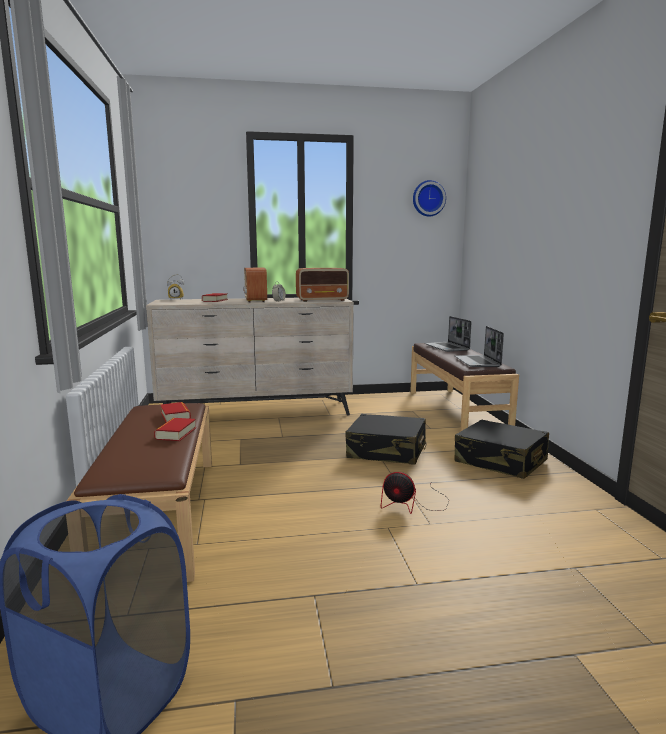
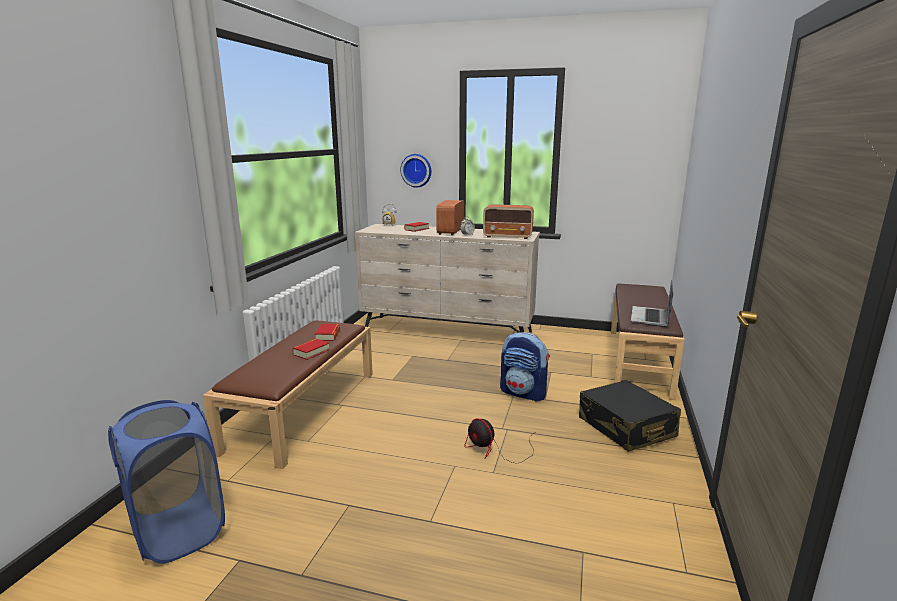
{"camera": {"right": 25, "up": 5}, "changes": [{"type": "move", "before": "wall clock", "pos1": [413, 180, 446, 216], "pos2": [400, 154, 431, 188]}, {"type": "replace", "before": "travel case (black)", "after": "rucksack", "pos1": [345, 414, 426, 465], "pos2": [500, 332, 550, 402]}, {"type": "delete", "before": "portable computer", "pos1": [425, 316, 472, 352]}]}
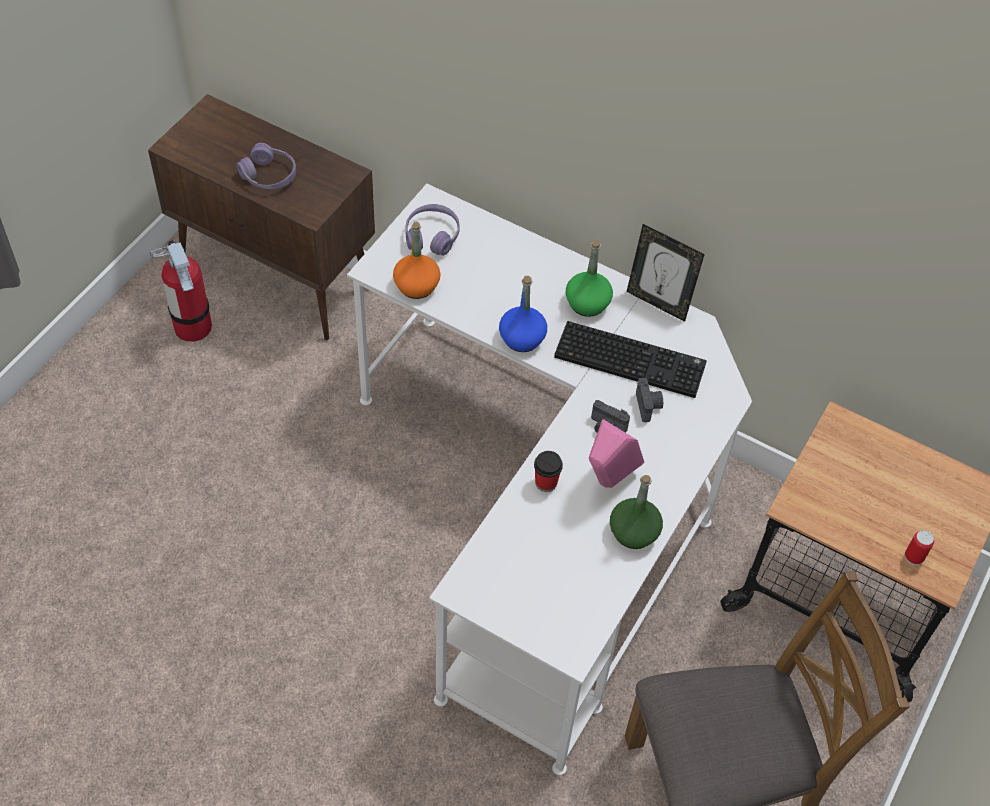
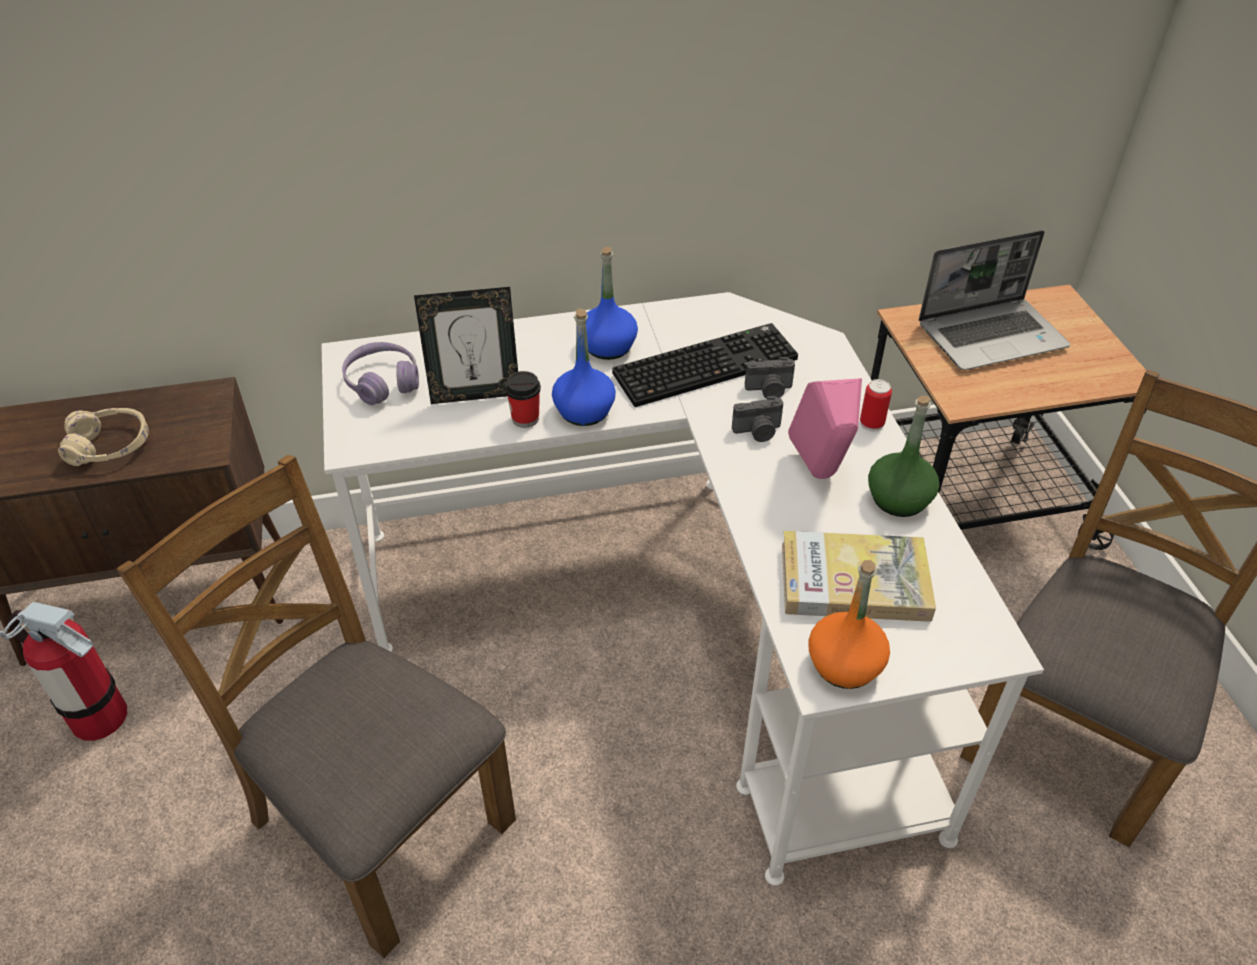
{"camera": {"right": -40, "up": -10}, "changes": [{"type": "recolor", "before": "pair of headphones (purple-coloured)", "after": "pair of headphones (beige)", "pos1": [236, 143, 296, 189], "pos2": [58, 408, 149, 466]}, {"type": "insert", "after": "upright chair (brown-coloured)", "pos2": [117, 455, 516, 958]}, {"type": "move", "before": "picture frame", "pos1": [626, 224, 705, 322], "pos2": [414, 287, 518, 404]}, {"type": "move", "before": "drinking cup", "pos1": [534, 451, 563, 492], "pos2": [505, 371, 541, 428]}, {"type": "recolor", "before": "bottle (green)", "after": "bottle (blue)", "pos1": [566, 240, 613, 317], "pos2": [586, 247, 638, 360]}, {"type": "rotate", "before": "still camera", "pos1": [636, 378, 663, 422], "pos2": [745, 357, 795, 398], "turn": 135}, {"type": "insert", "after": "bound book", "pos2": [782, 531, 936, 622]}, {"type": "move", "before": "bottle (orange)", "pos1": [393, 222, 440, 299], "pos2": [808, 560, 890, 689]}, {"type": "move", "before": "metal can", "pos1": [905, 530, 934, 565], "pos2": [860, 379, 892, 431]}, {"type": "insert", "after": "portable computer", "pos2": [919, 230, 1070, 370]}]}
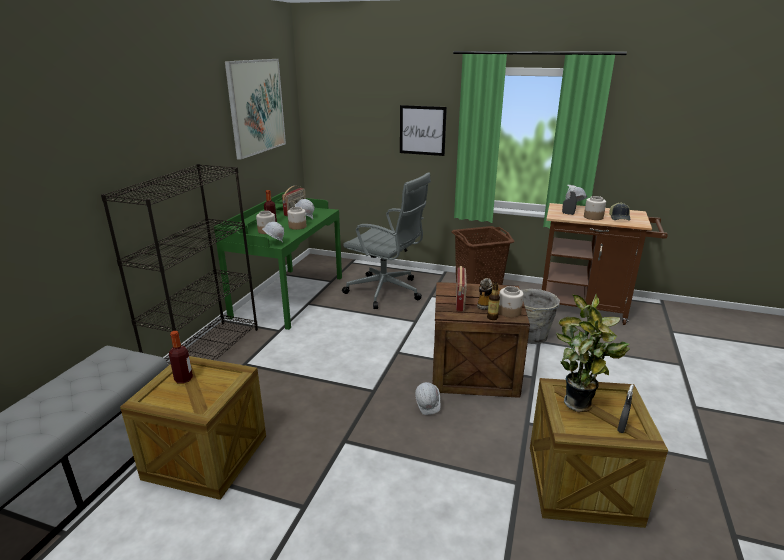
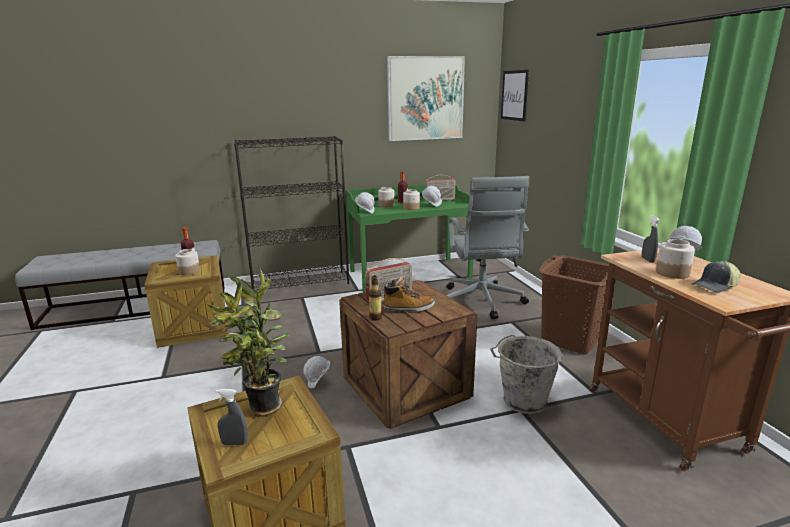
{"camera": {"right": 55, "up": -5}, "changes": [{"type": "move", "before": "jar", "pos1": [498, 286, 524, 318], "pos2": [175, 249, 200, 275]}, {"type": "move", "before": "wall art", "pos1": [400, 105, 447, 156], "pos2": [501, 70, 529, 121]}]}
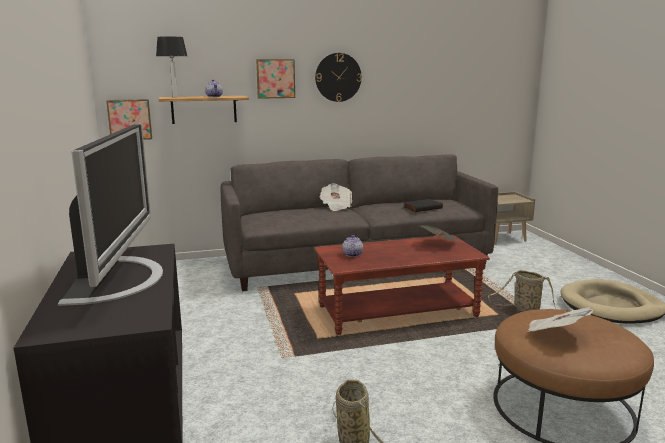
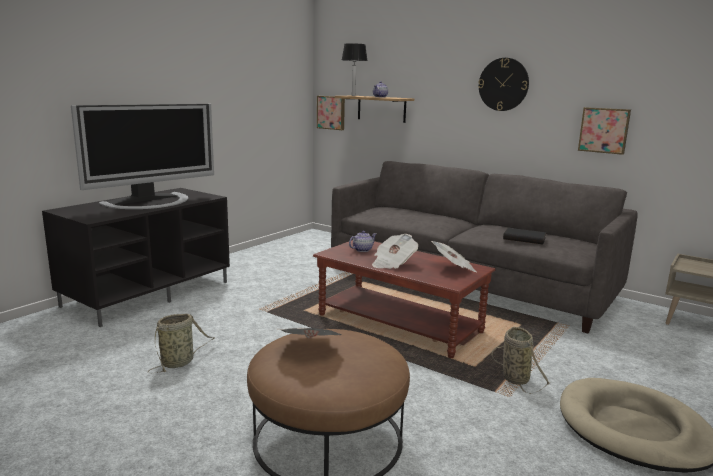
{"camera": {"right": 50, "up": 0}, "changes": [{"type": "move", "before": "newspaper", "pos1": [320, 184, 352, 211], "pos2": [372, 234, 418, 269]}, {"type": "move", "before": "wall art", "pos1": [256, 59, 295, 99], "pos2": [578, 107, 631, 155]}]}
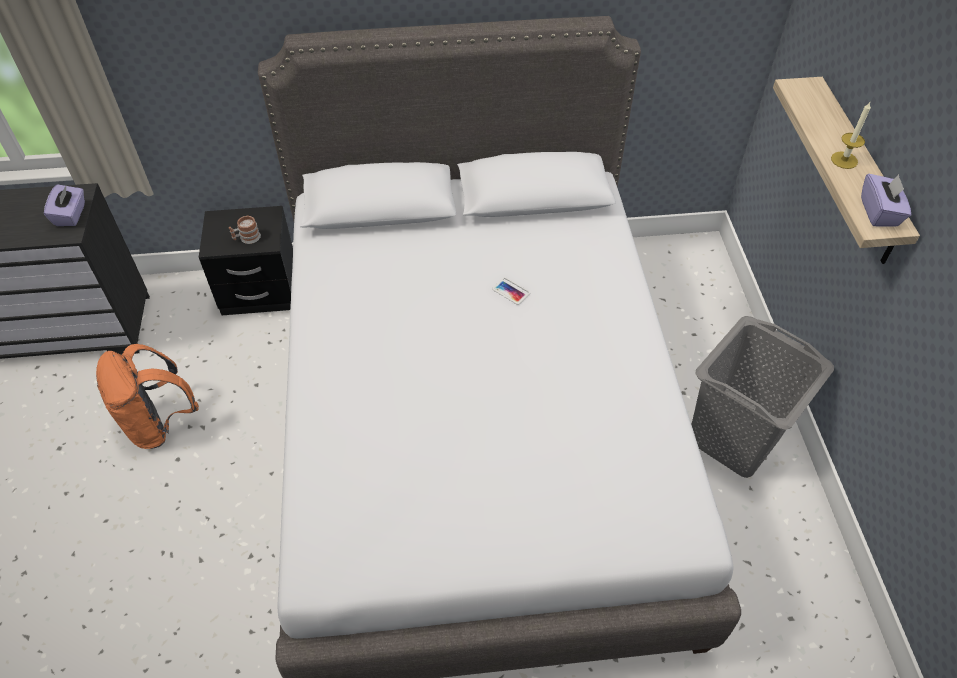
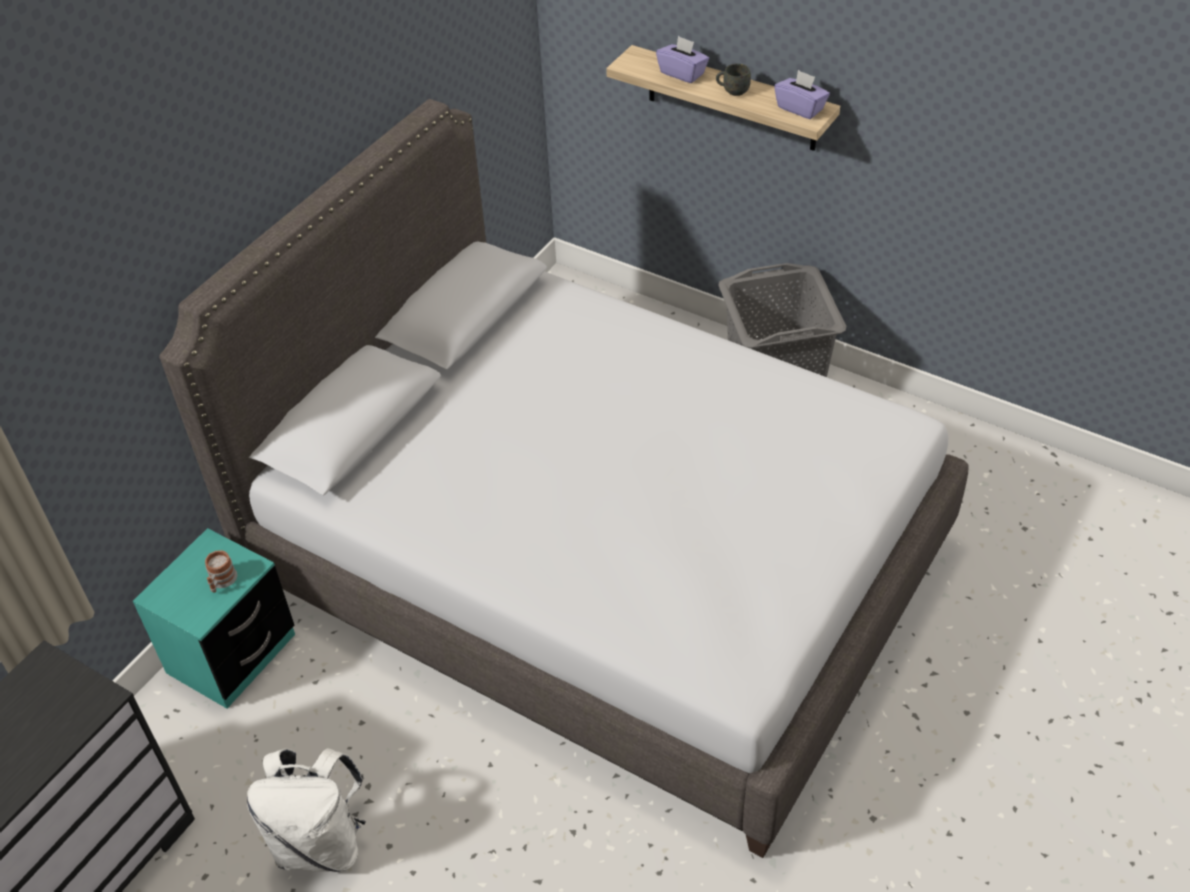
{"camera": {"right": -50, "up": -5}, "changes": [{"type": "recolor", "before": "night table (black)", "after": "night table (turquoise-coloured)", "pos1": [199, 206, 293, 315], "pos2": [133, 528, 295, 708]}, {"type": "recolor", "before": "rucksack (orange)", "after": "rucksack (white-coloured)", "pos1": [96, 344, 199, 449], "pos2": [247, 748, 366, 872]}, {"type": "move", "before": "box of tissues (purple-coloured)", "pos1": [44, 184, 85, 226], "pos2": [656, 36, 709, 83]}, {"type": "replace", "before": "wax light", "after": "mug (greyish)", "pos1": [831, 102, 871, 169], "pos2": [716, 63, 751, 96]}, {"type": "delete", "before": "telephone", "pos1": [492, 277, 530, 305]}]}
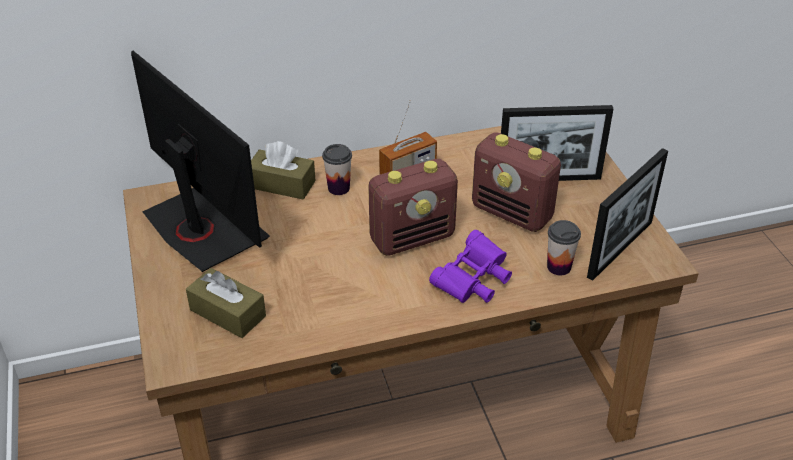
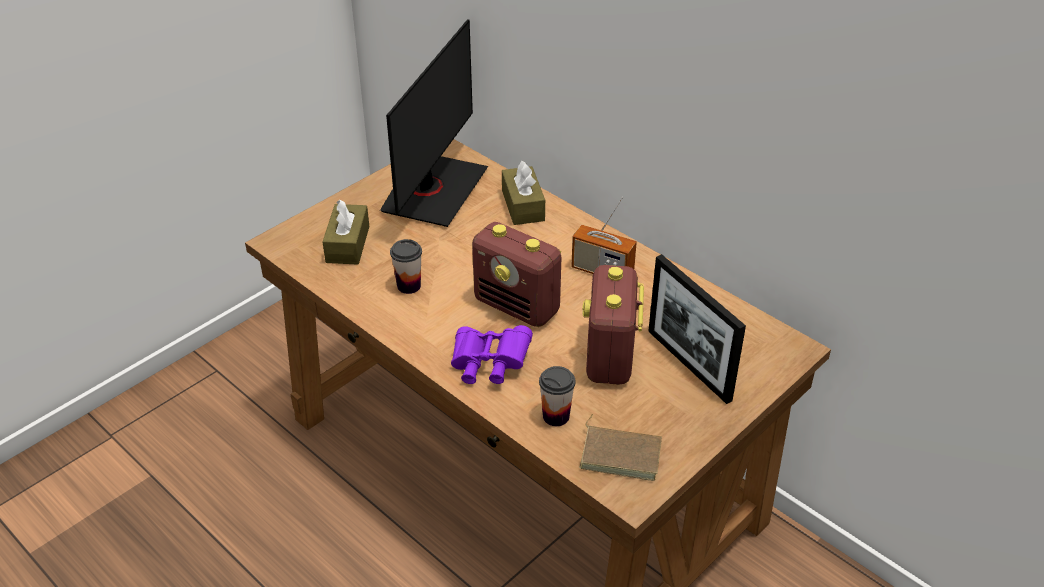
{"camera": {"right": 60, "up": 0}, "changes": [{"type": "move", "before": "drinking cup", "pos1": [322, 144, 352, 195], "pos2": [390, 239, 422, 294]}, {"type": "replace", "before": "picture frame", "after": "bound book (brown-coloured)", "pos1": [587, 148, 668, 281], "pos2": [579, 414, 662, 481]}]}
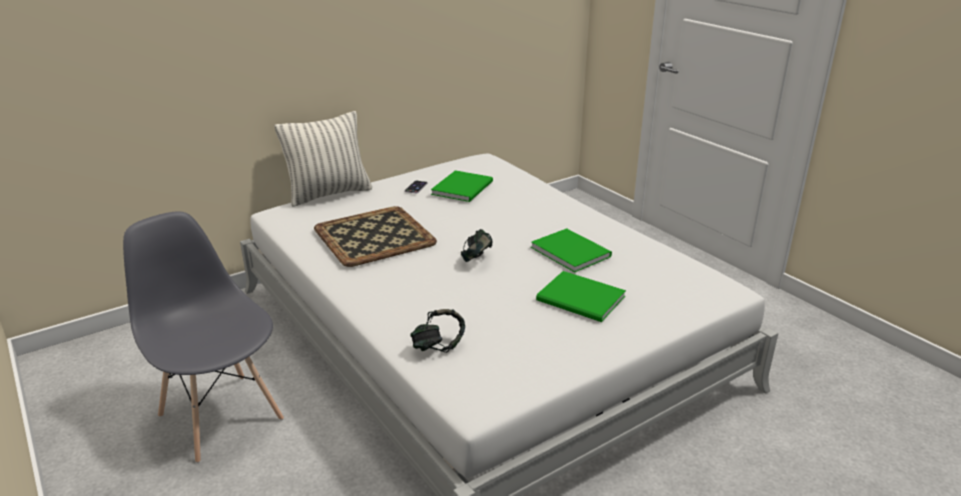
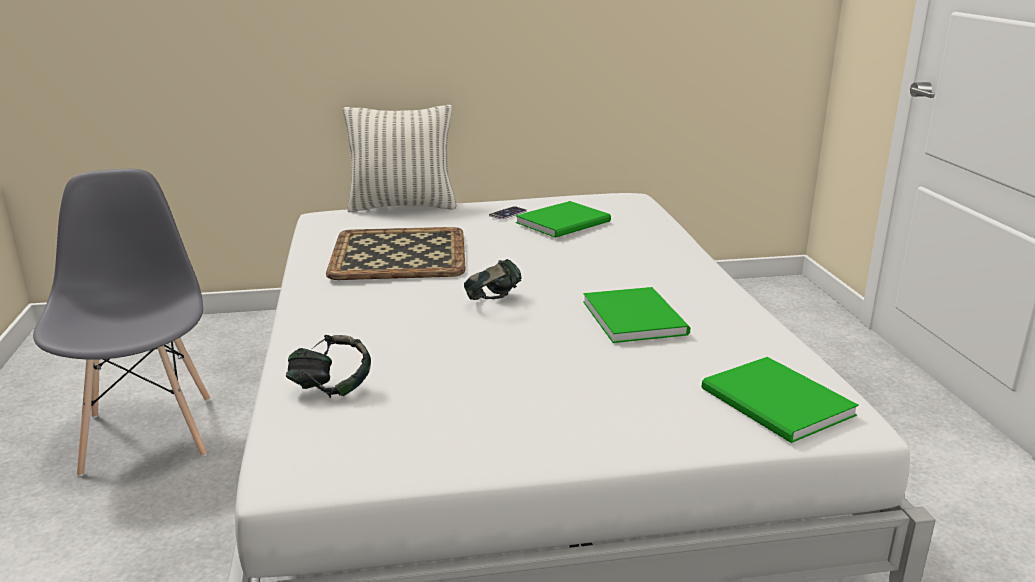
{"camera": {"right": 25, "up": -5}, "changes": [{"type": "move", "before": "bound book (green)", "pos1": [536, 271, 626, 322], "pos2": [702, 357, 859, 443]}]}
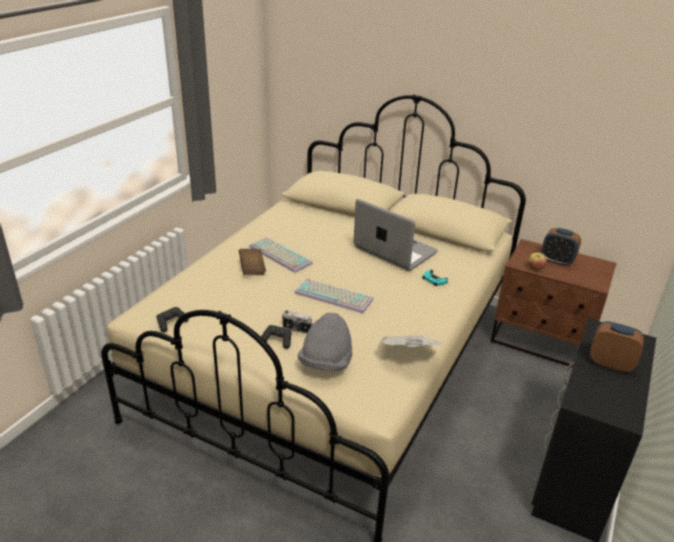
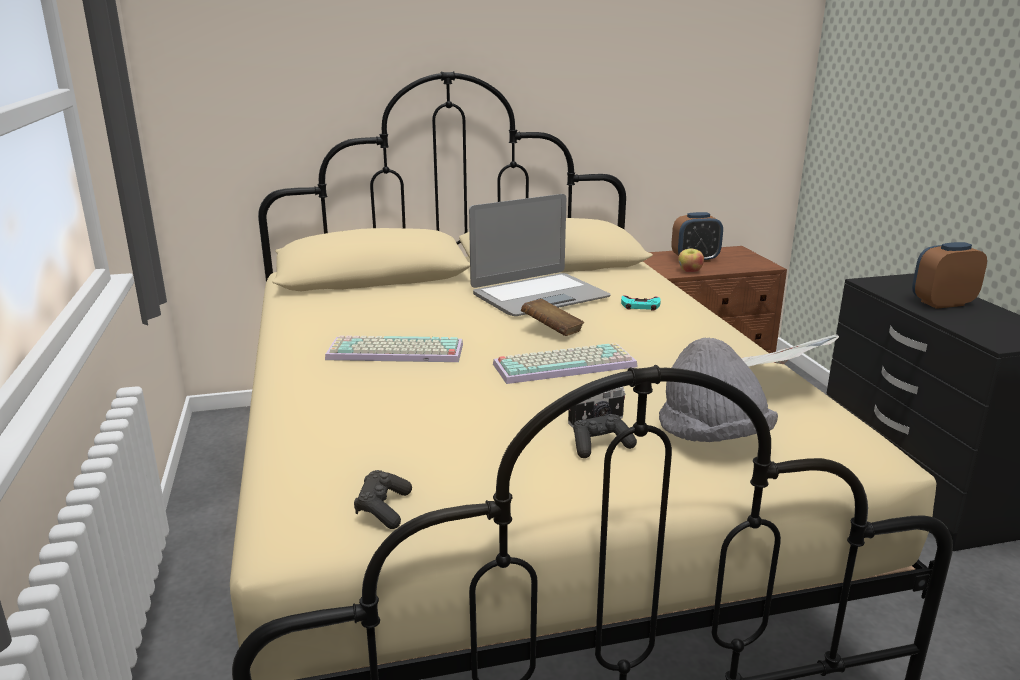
{"camera": {"right": -40, "up": -10}, "changes": [{"type": "rotate", "before": "portable computer", "pos1": [353, 199, 438, 271], "pos2": [469, 194, 611, 316], "turn": 150}, {"type": "move", "before": "bound book (brown-coloured)", "pos1": [239, 249, 266, 275], "pos2": [521, 299, 584, 336]}]}
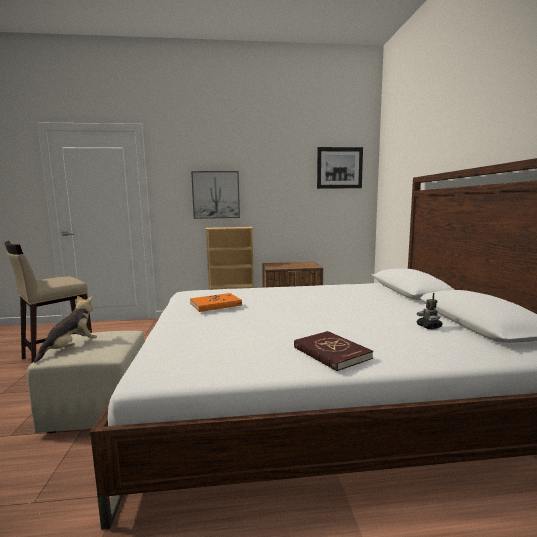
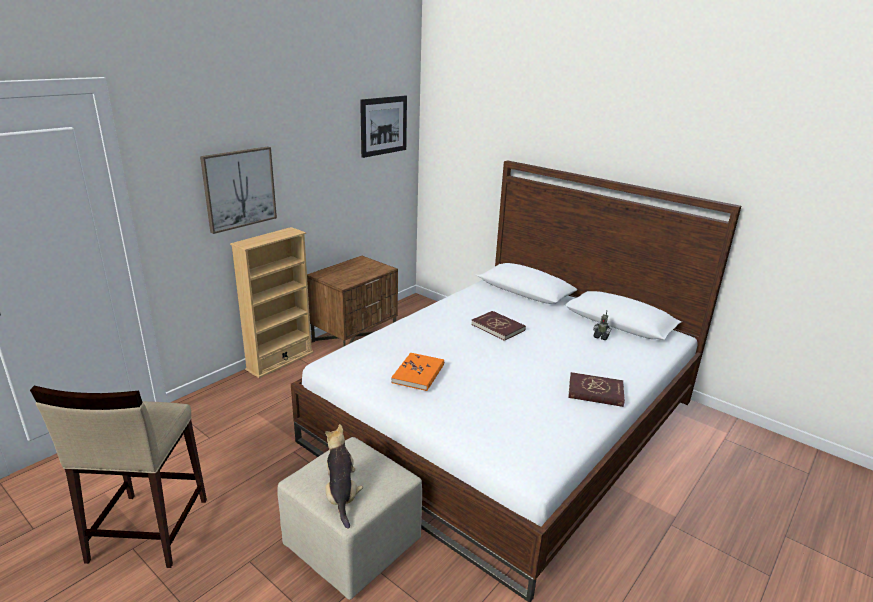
{"camera": {"right": -45, "up": 15}, "changes": [{"type": "insert", "after": "bound book (red)", "pos2": [471, 311, 526, 341]}]}
